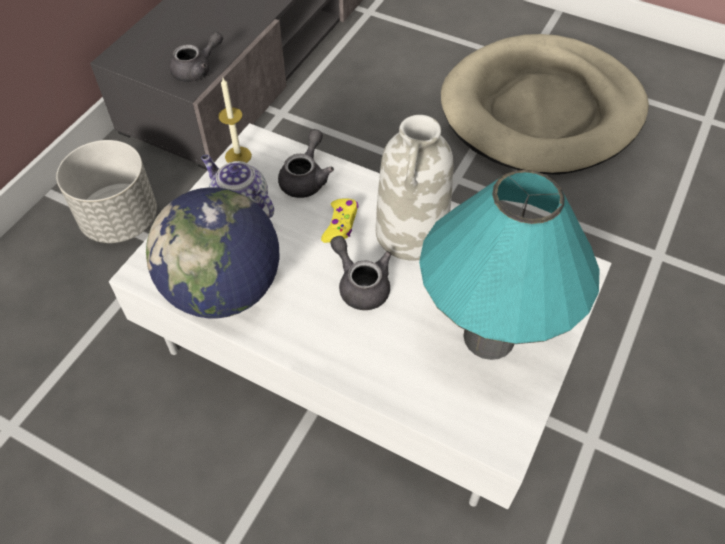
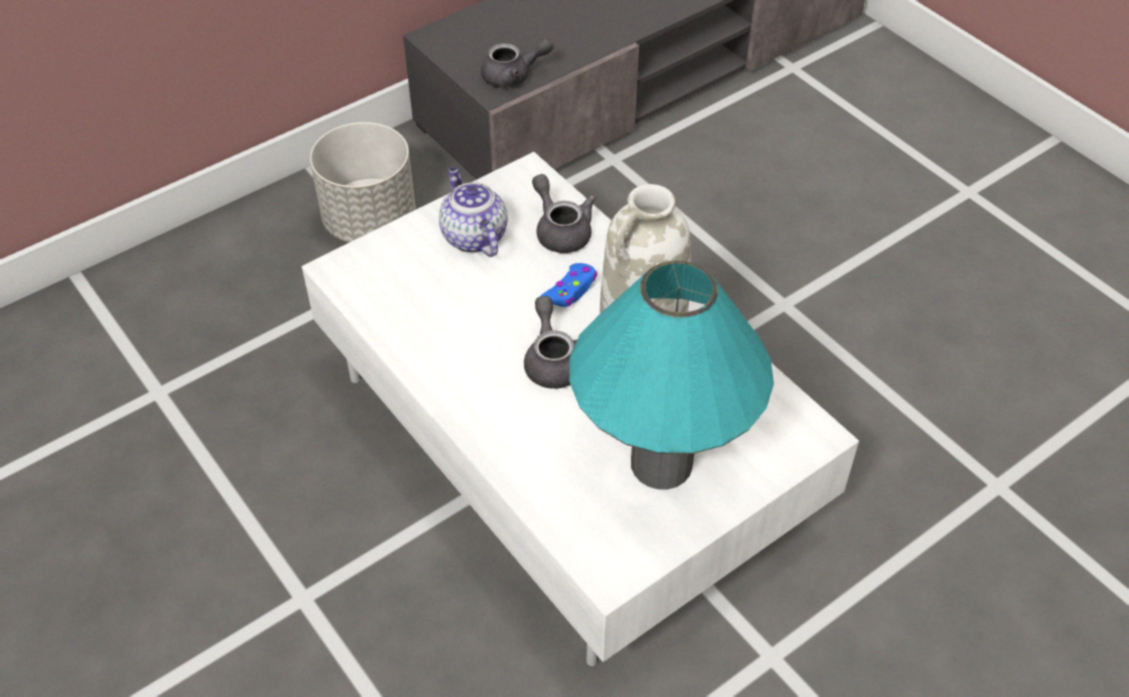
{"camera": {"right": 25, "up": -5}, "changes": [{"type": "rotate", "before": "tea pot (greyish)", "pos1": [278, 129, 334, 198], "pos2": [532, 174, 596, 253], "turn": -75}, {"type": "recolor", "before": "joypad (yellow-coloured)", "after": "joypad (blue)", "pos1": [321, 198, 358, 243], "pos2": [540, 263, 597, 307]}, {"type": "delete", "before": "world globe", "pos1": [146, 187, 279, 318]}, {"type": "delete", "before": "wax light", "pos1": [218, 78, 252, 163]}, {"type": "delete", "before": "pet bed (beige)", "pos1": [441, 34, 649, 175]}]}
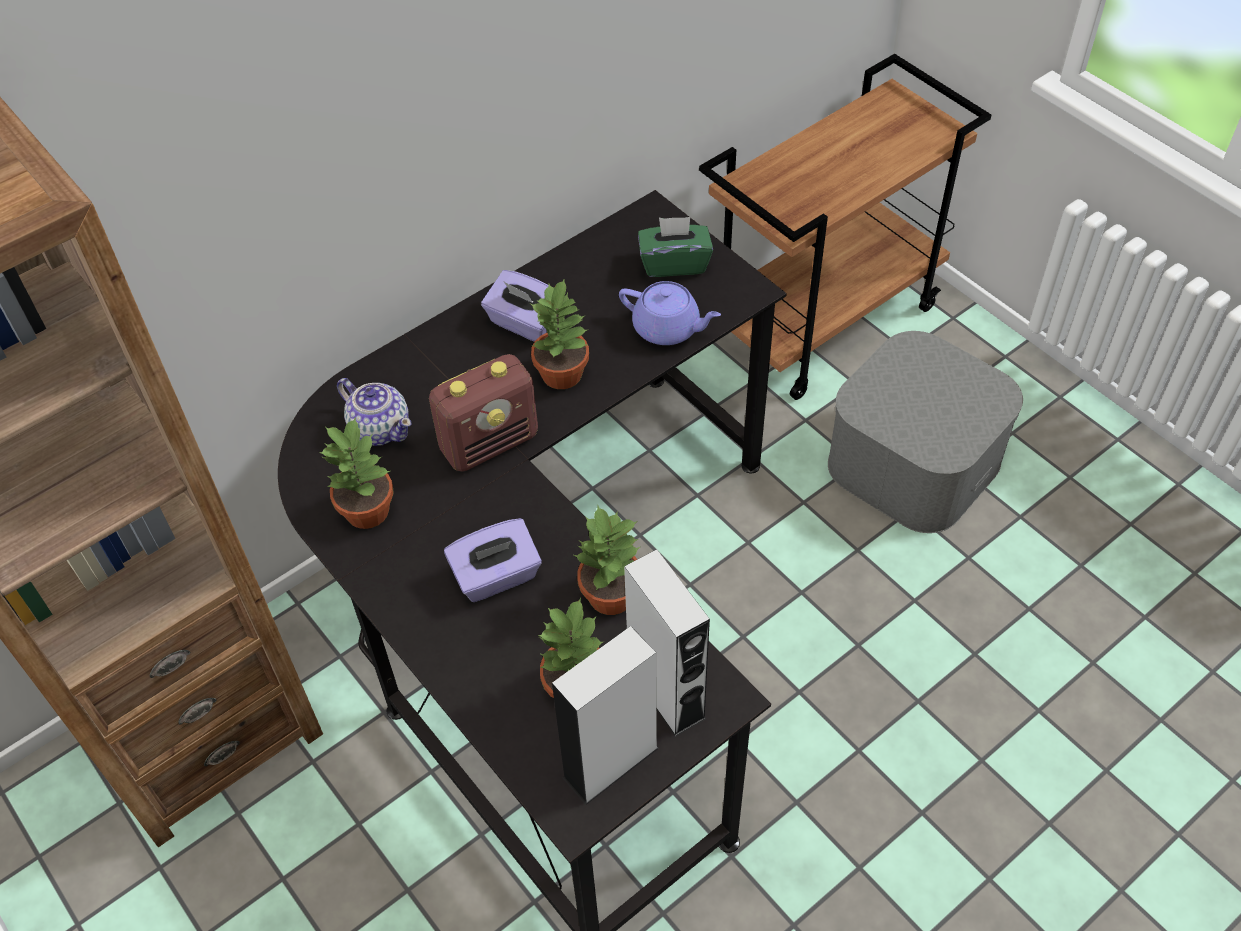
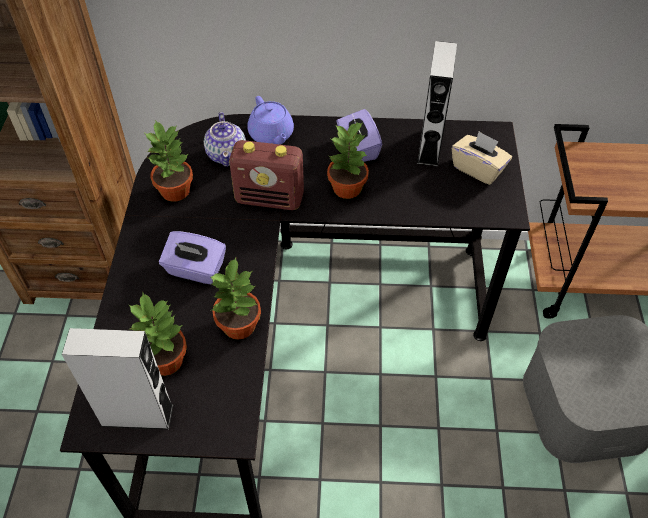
{"camera": {"right": 40, "up": 0}, "changes": [{"type": "move", "before": "tea pot (purple-coloured)", "pos1": [619, 281, 721, 345], "pos2": [247, 96, 294, 144]}, {"type": "move", "before": "loudspeaker (greyish)", "pos1": [624, 549, 710, 737], "pos2": [417, 41, 457, 166]}, {"type": "recolor", "before": "box of tissues (green)", "after": "box of tissues (beige)", "pos1": [638, 217, 713, 277], "pos2": [452, 131, 512, 185]}]}
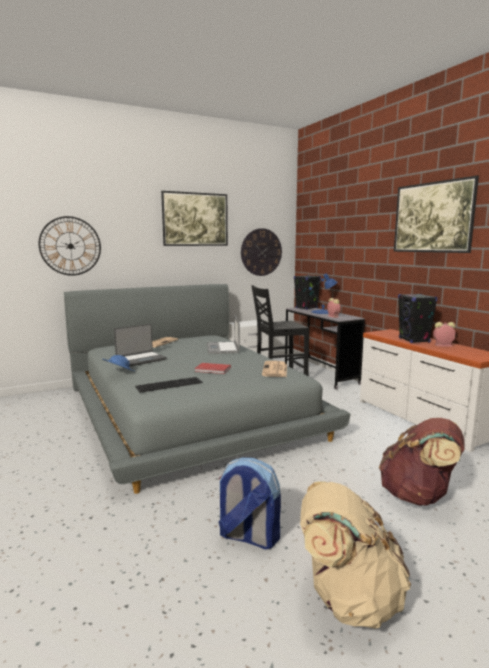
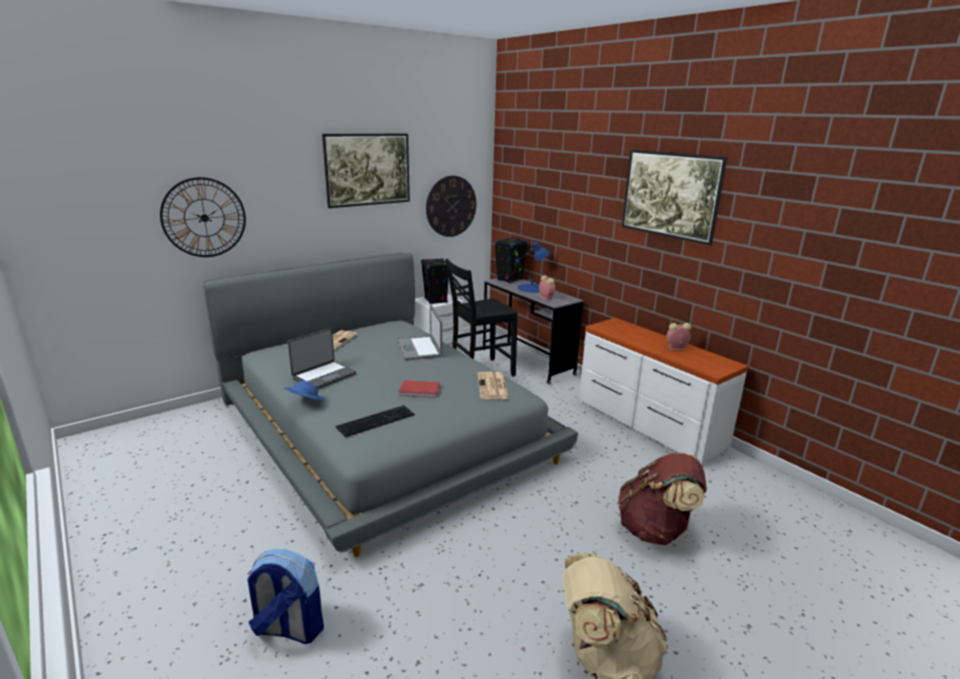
{"camera": {"right": -10, "up": 10}, "changes": [{"type": "move", "before": "rucksack", "pos1": [218, 458, 281, 549], "pos2": [247, 549, 324, 644]}, {"type": "move", "before": "loudspeaker (black)", "pos1": [398, 294, 437, 343], "pos2": [421, 258, 449, 304]}]}
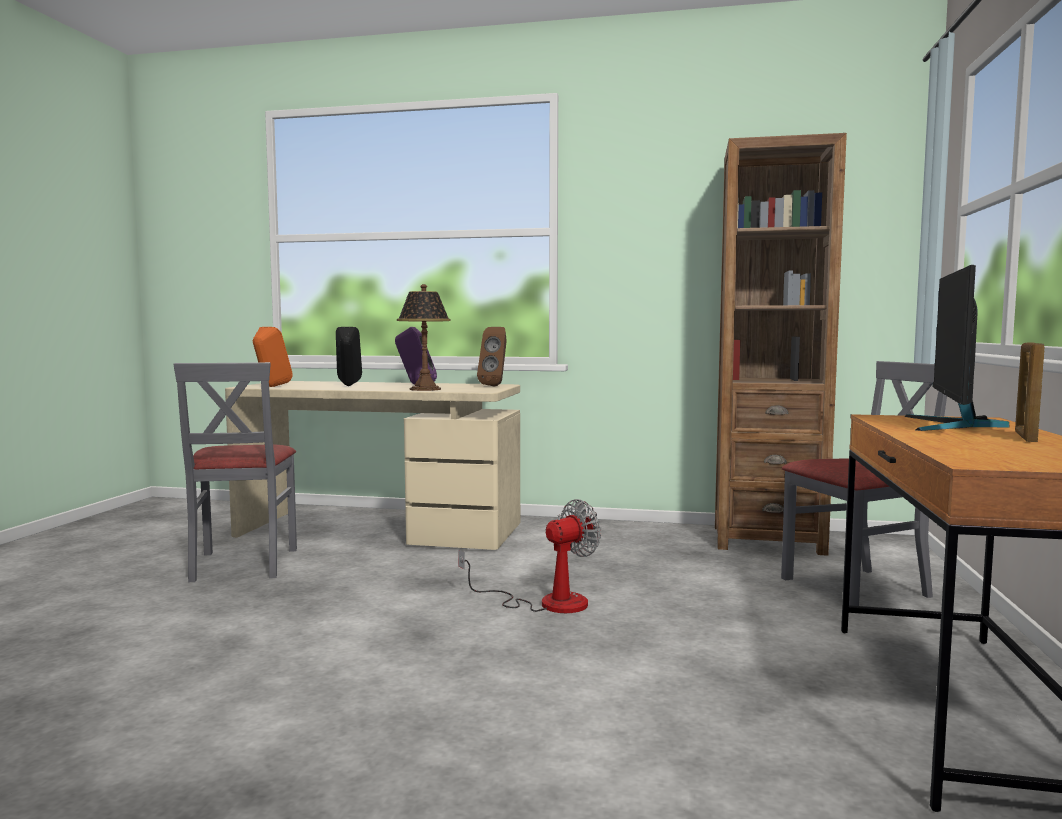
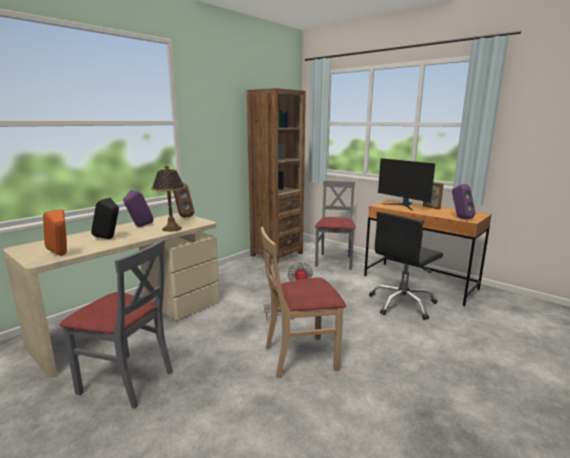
{"camera": {"right": -60, "up": 10}, "changes": [{"type": "insert", "after": "upright chair (beige)", "pos2": [261, 227, 346, 378]}, {"type": "insert", "after": "desk chair (black)", "pos2": [369, 212, 443, 320]}, {"type": "insert", "after": "loudspeaker (purple-coloured)", "pos2": [452, 184, 476, 219]}]}
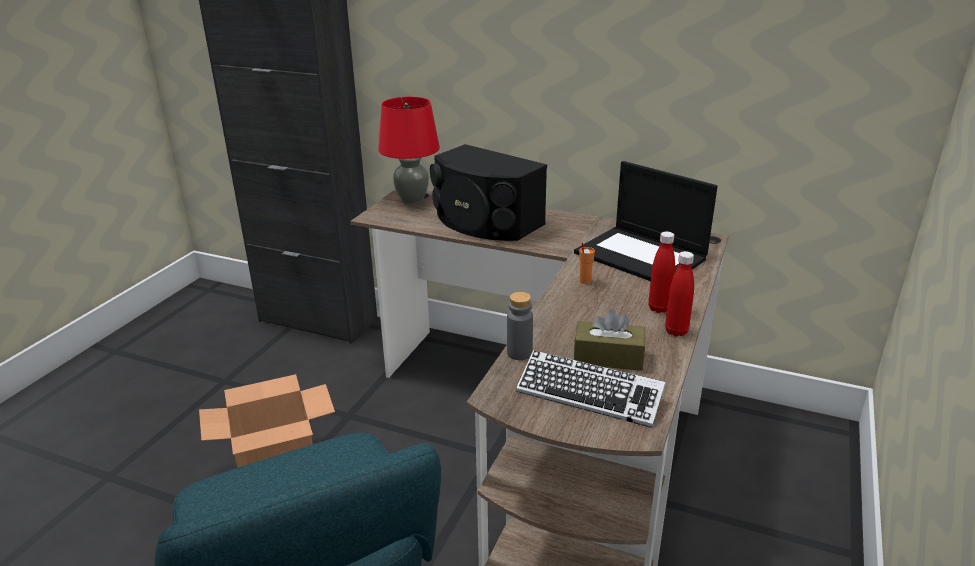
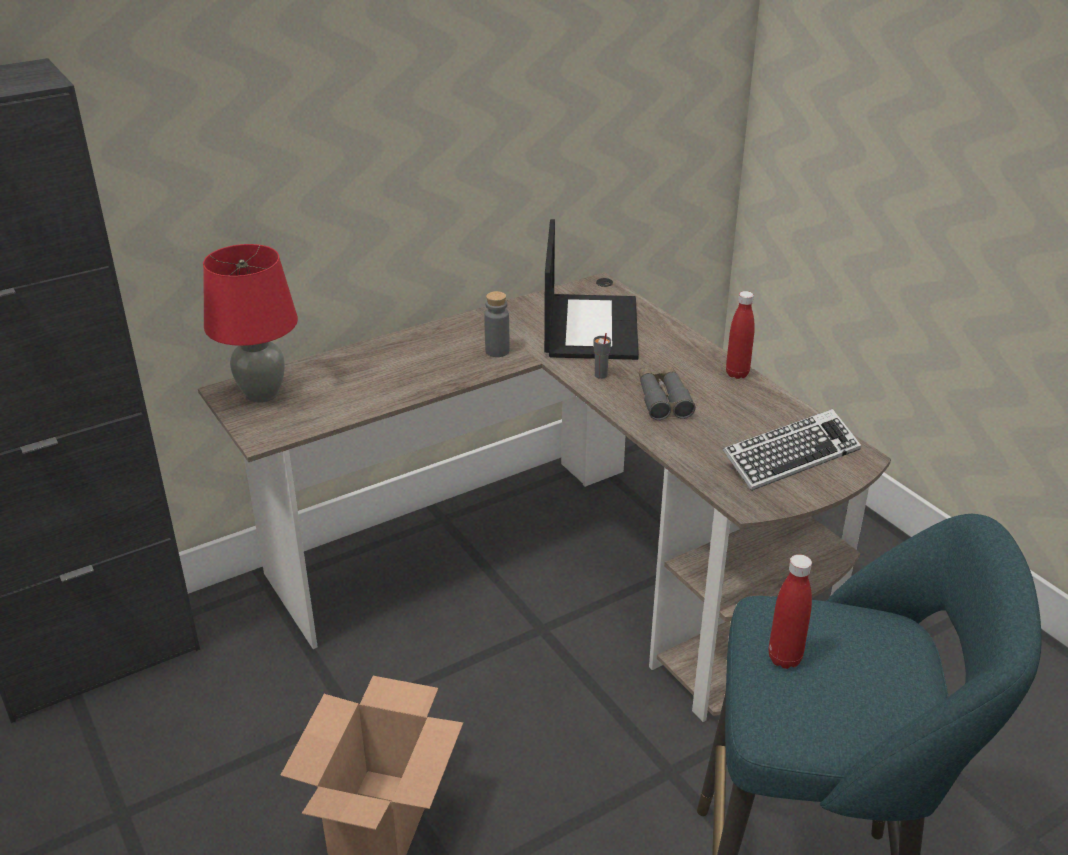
{"camera": {"right": -55, "up": 5}, "changes": [{"type": "move", "before": "bottle (greyish)", "pos1": [507, 292, 533, 360], "pos2": [484, 291, 510, 357]}, {"type": "rotate", "before": "portable computer", "pos1": [574, 161, 718, 281], "pos2": [544, 219, 639, 360], "turn": -75}, {"type": "recolor", "before": "drinking cup (orange)", "after": "drinking cup (greyish)", "pos1": [579, 243, 595, 284], "pos2": [593, 333, 611, 379]}, {"type": "insert", "after": "pair of binoculars (greyish)", "pos2": [639, 366, 696, 420]}, {"type": "move", "before": "bottle (red)", "pos1": [648, 231, 675, 313], "pos2": [769, 554, 812, 669]}, {"type": "delete", "before": "loudspeaker (black)", "pos1": [430, 144, 547, 241]}, {"type": "delete", "before": "box of tissues (brown-coloured)", "pos1": [574, 309, 645, 371]}]}
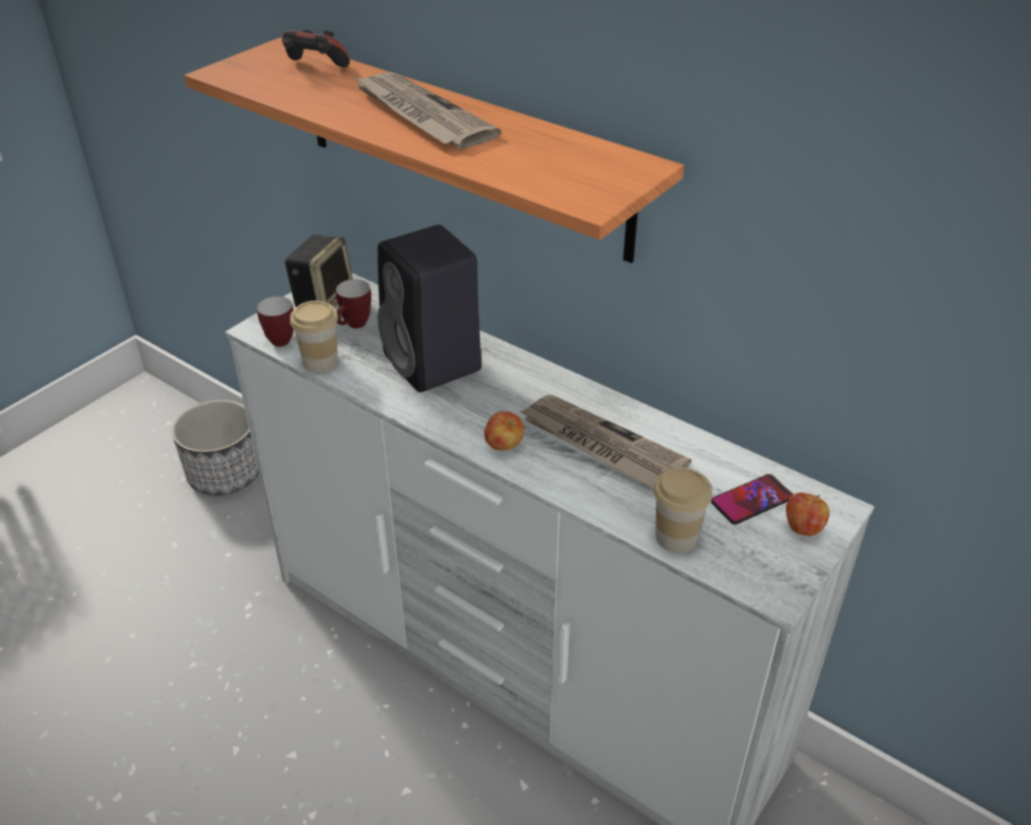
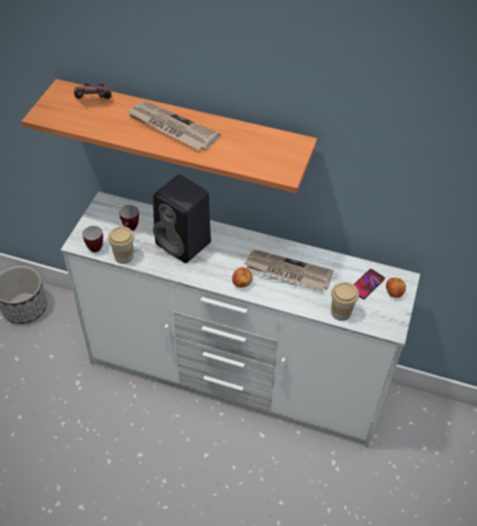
{"camera": {"right": -20, "up": 10}, "changes": [{"type": "delete", "before": "loudspeaker", "pos1": [285, 235, 353, 307]}]}
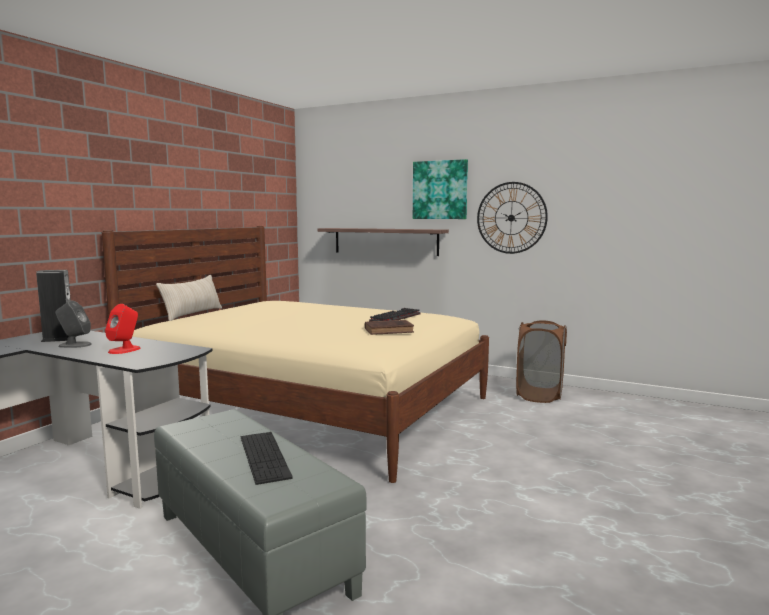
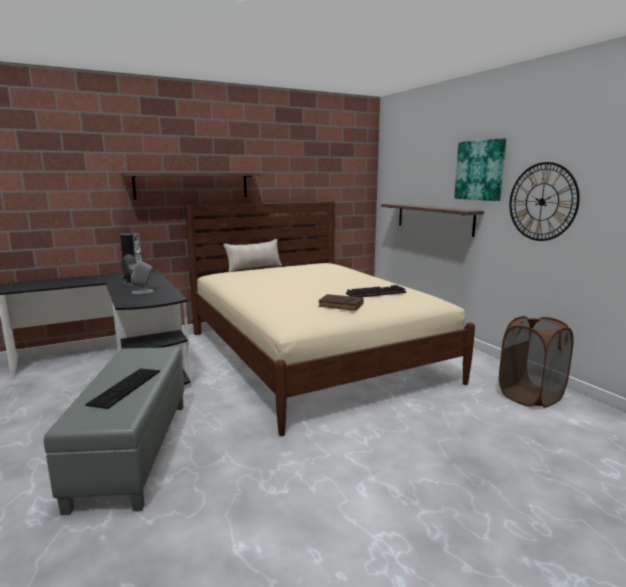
{"camera": {"right": 35, "up": 5}, "changes": [{"type": "insert", "after": "wall shelf", "pos2": [121, 172, 261, 199]}, {"type": "recolor", "before": "loudspeaker (red)", "after": "loudspeaker (greyish)", "pos1": [105, 304, 141, 354], "pos2": [131, 260, 154, 294]}]}
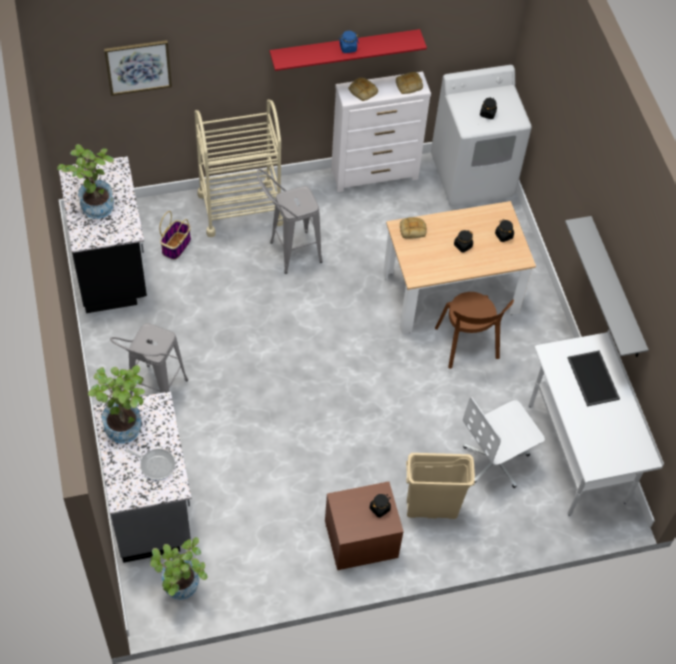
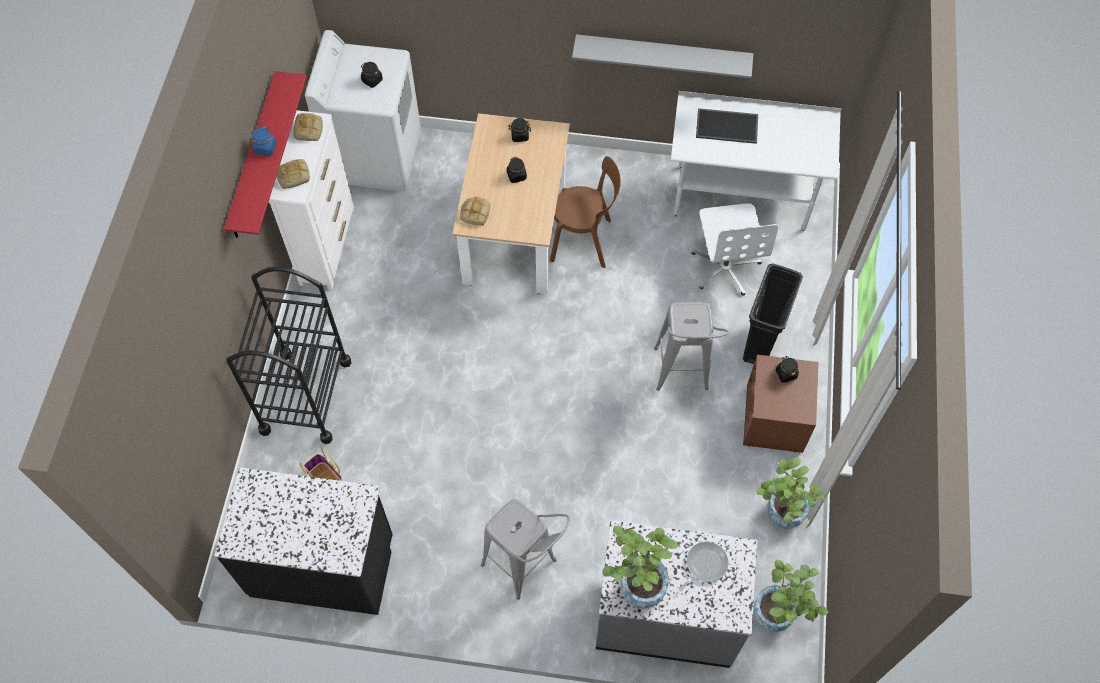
{"camera": {"right": -65, "up": 5}, "changes": [{"type": "recolor", "before": "wheeled cart (beige)", "after": "wheeled cart (black)", "pos1": [195, 99, 283, 237], "pos2": [226, 267, 351, 444]}, {"type": "move", "before": "stool seat (greyish)", "pos1": [257, 169, 322, 274], "pos2": [654, 302, 729, 391]}, {"type": "recolor", "before": "waste bin (beige)", "after": "waste bin (black)", "pos1": [406, 453, 475, 519], "pos2": [743, 264, 803, 364]}, {"type": "move", "before": "potted plant", "pos1": [57, 144, 114, 219], "pos2": [756, 457, 827, 529]}, {"type": "delete", "before": "wall art", "pos1": [104, 40, 172, 96]}]}
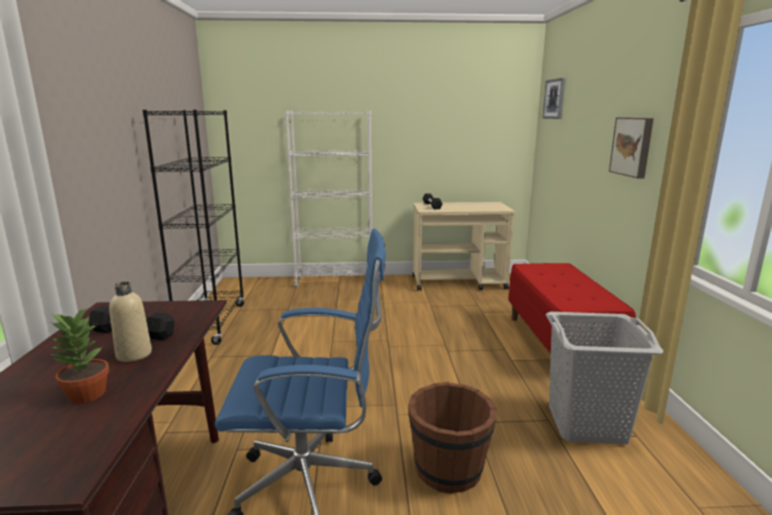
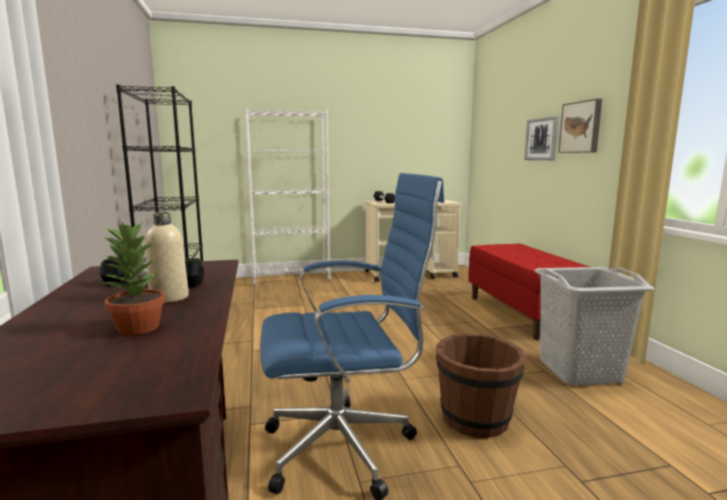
{"camera": {"right": -10, "up": -5}, "changes": [{"type": "move", "before": "wall art", "pos1": [542, 78, 566, 119], "pos2": [524, 116, 559, 160]}]}
